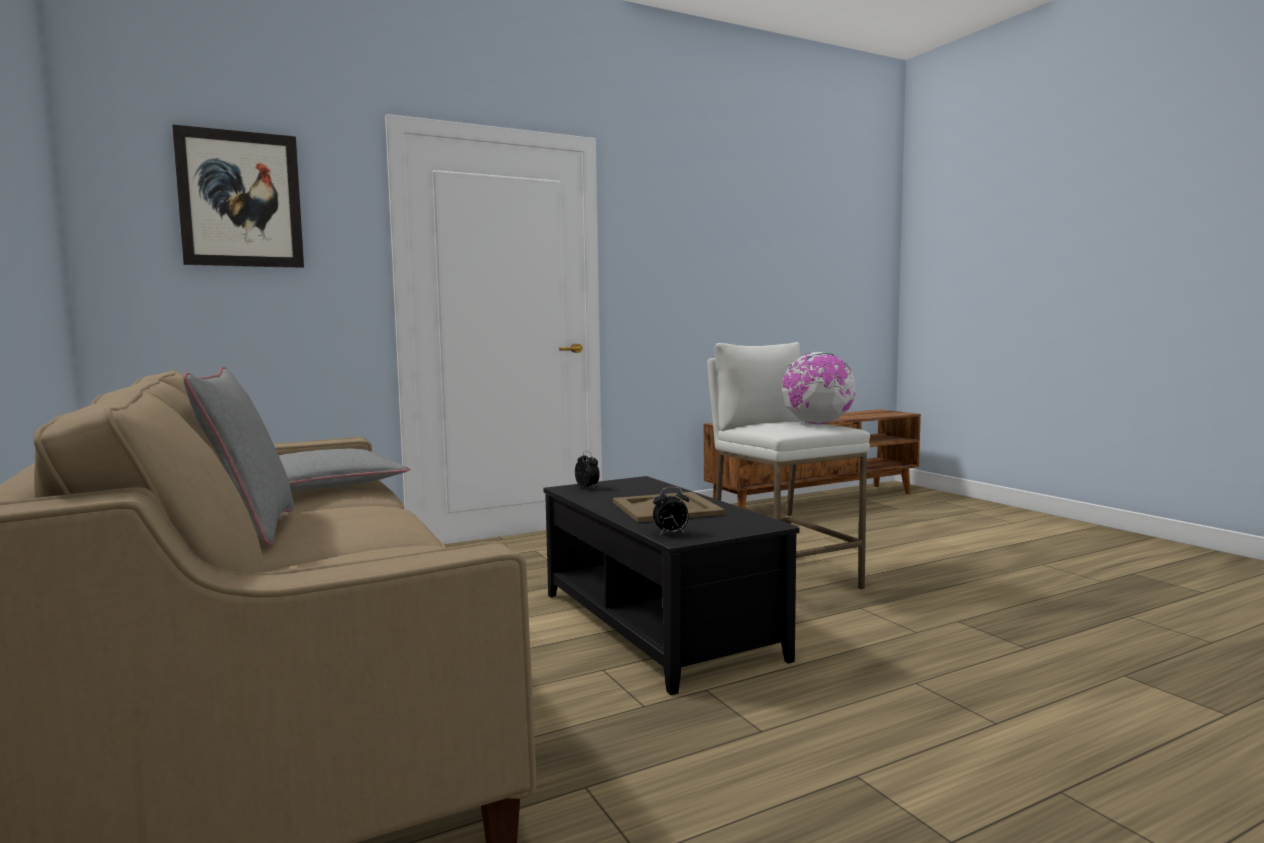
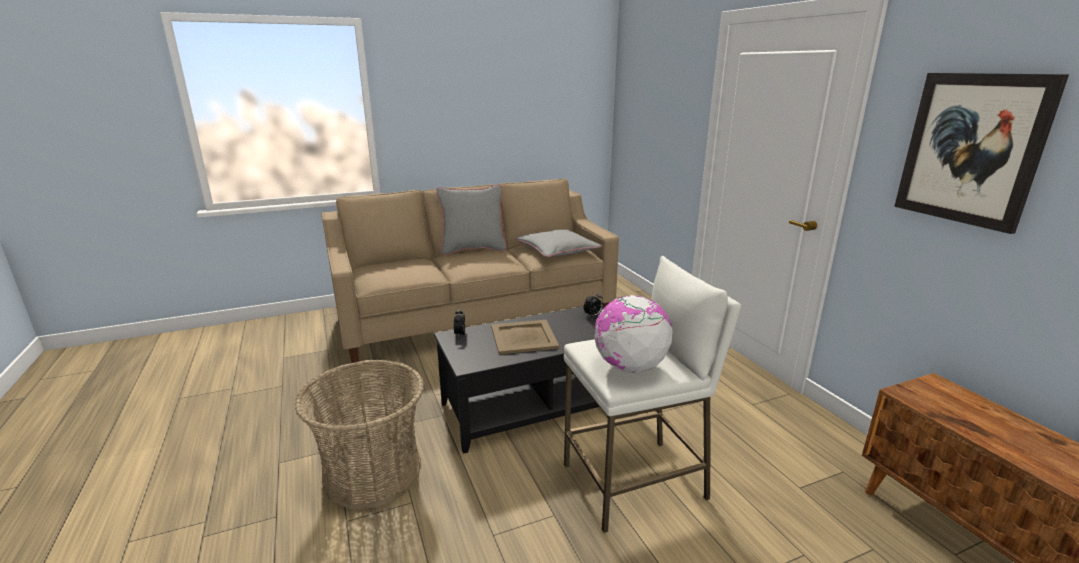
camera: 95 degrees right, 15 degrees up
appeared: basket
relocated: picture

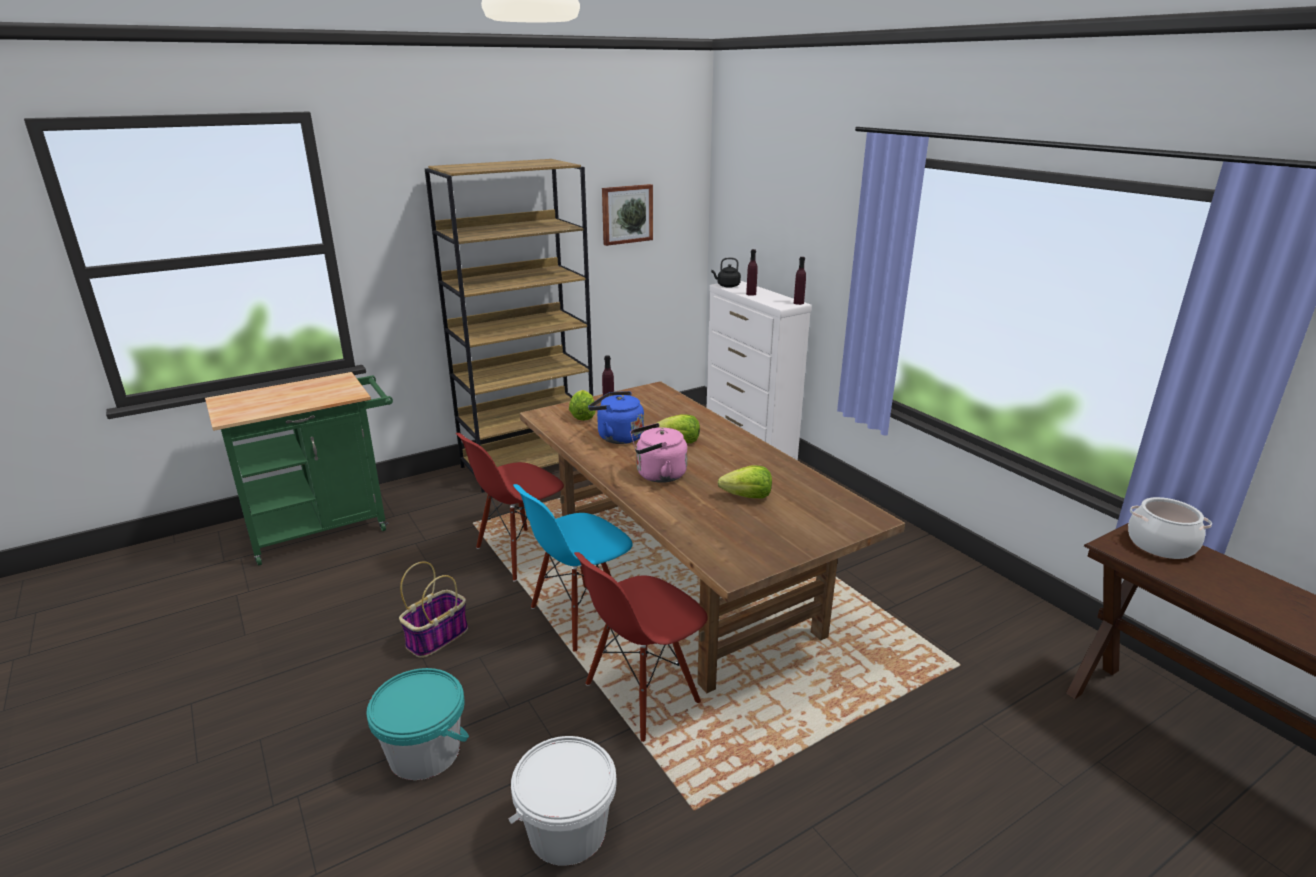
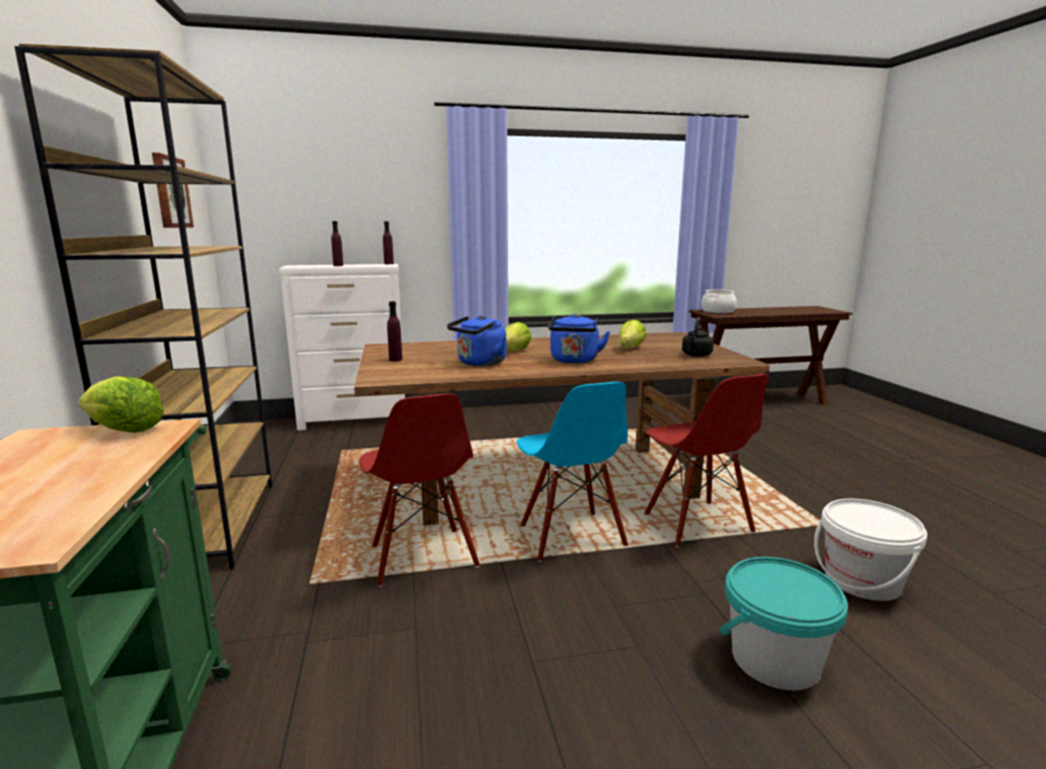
camera: 70 degrees left, 10 degrees down
missing: basket
relocated: head of lettuce (no. 1 from left); water kettle in black
colour: water kettle in pink to water kettle in blue-coloured (no. 2 from left)

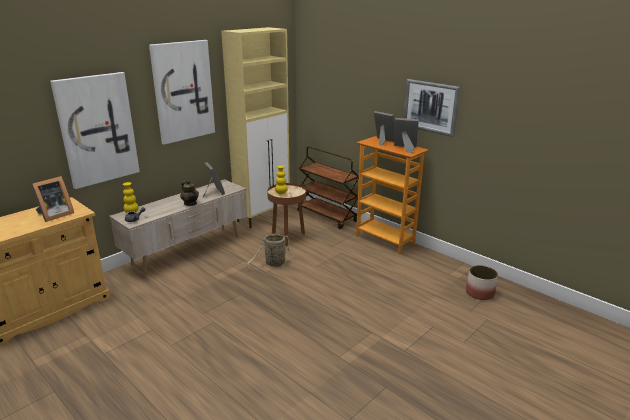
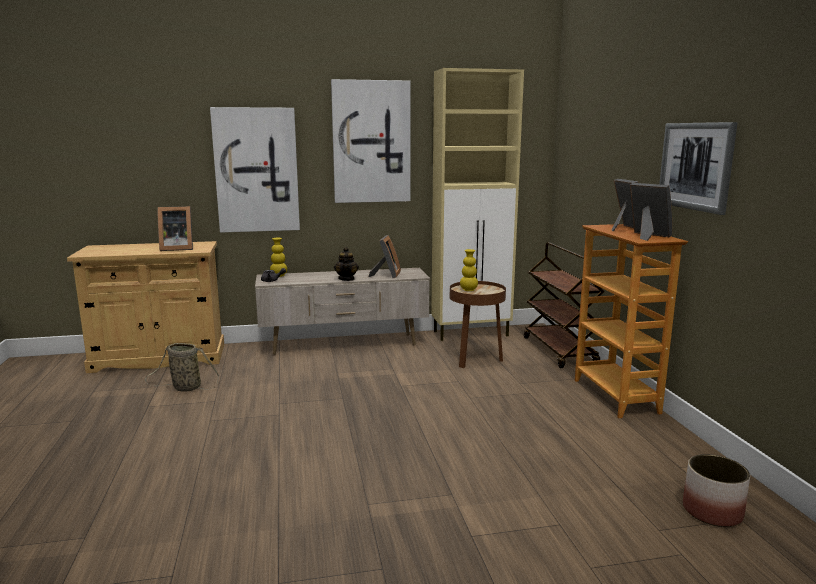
camera: 35 degrees right, 10 degrees down
relocated: basket

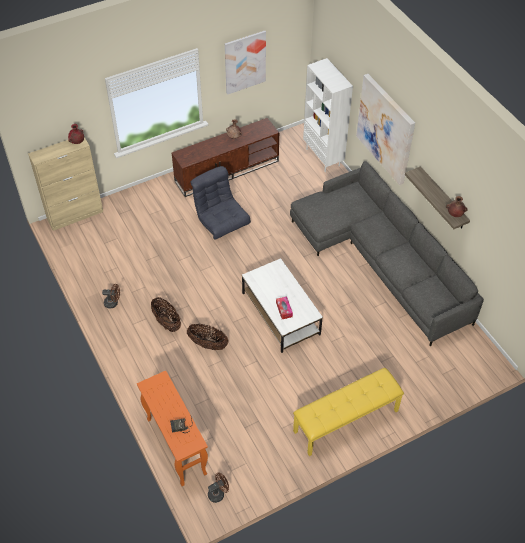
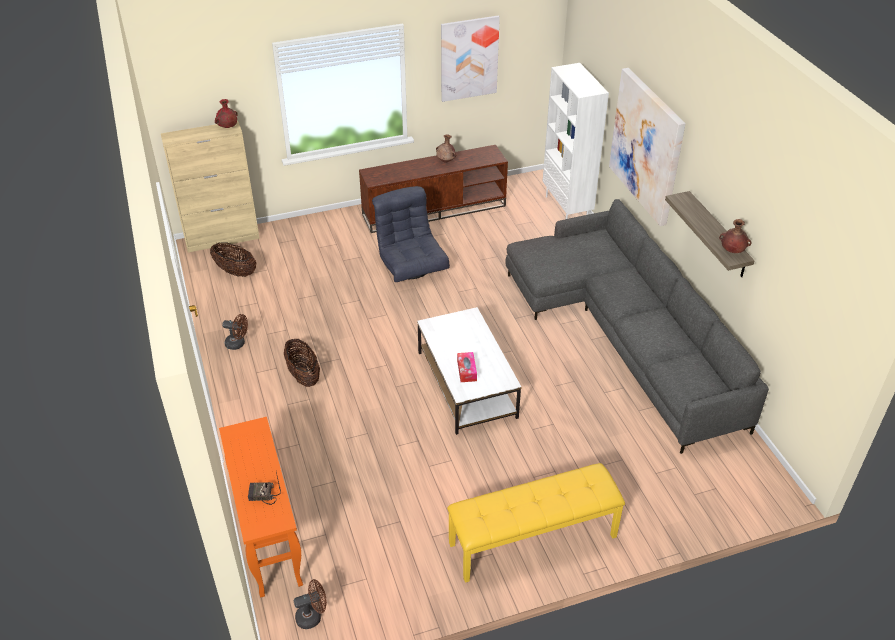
camera: 10 degrees right, 10 degrees down
relocated: basket (no. 2 from left in the first image) to basket (no. 1 from left)

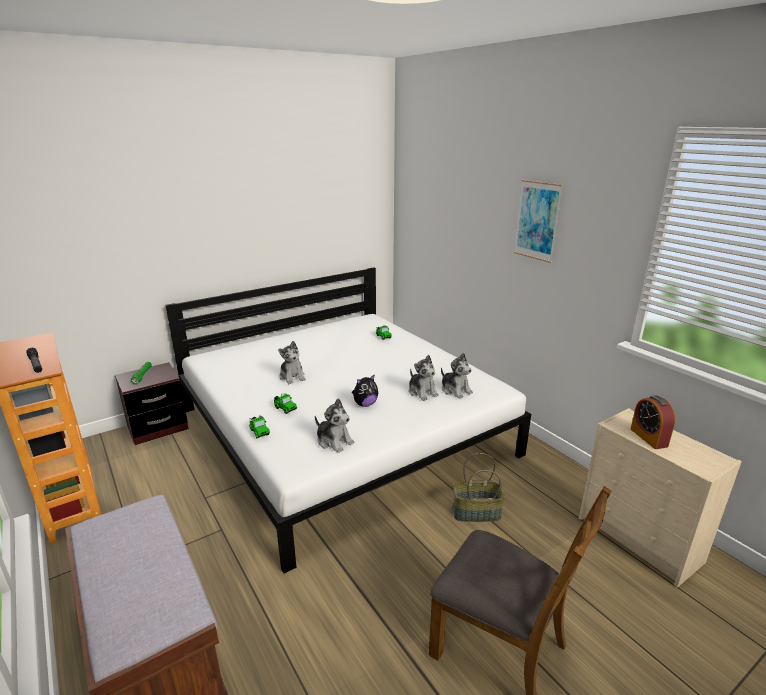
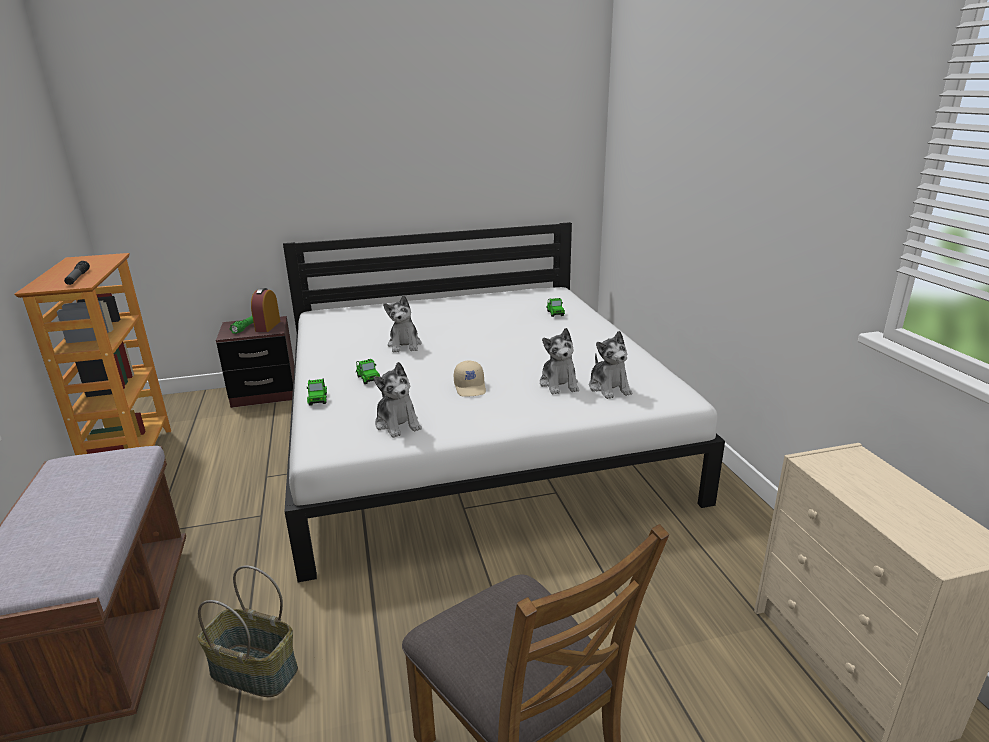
camera: 20 degrees right, 0 degrees up
missing: picture
relocated: basket; alarm clock
exchanged: plush toy (no. 3 from left) to peaked cap in sand-coloured

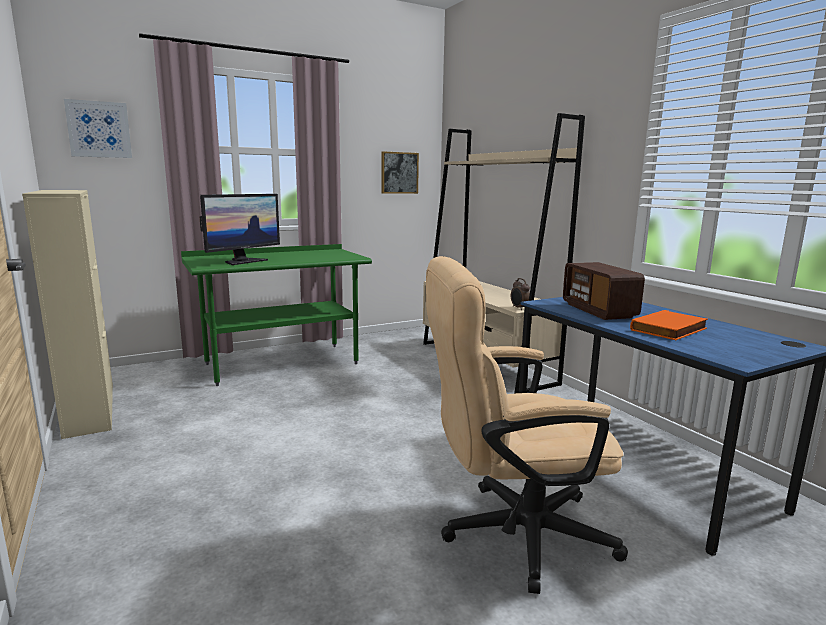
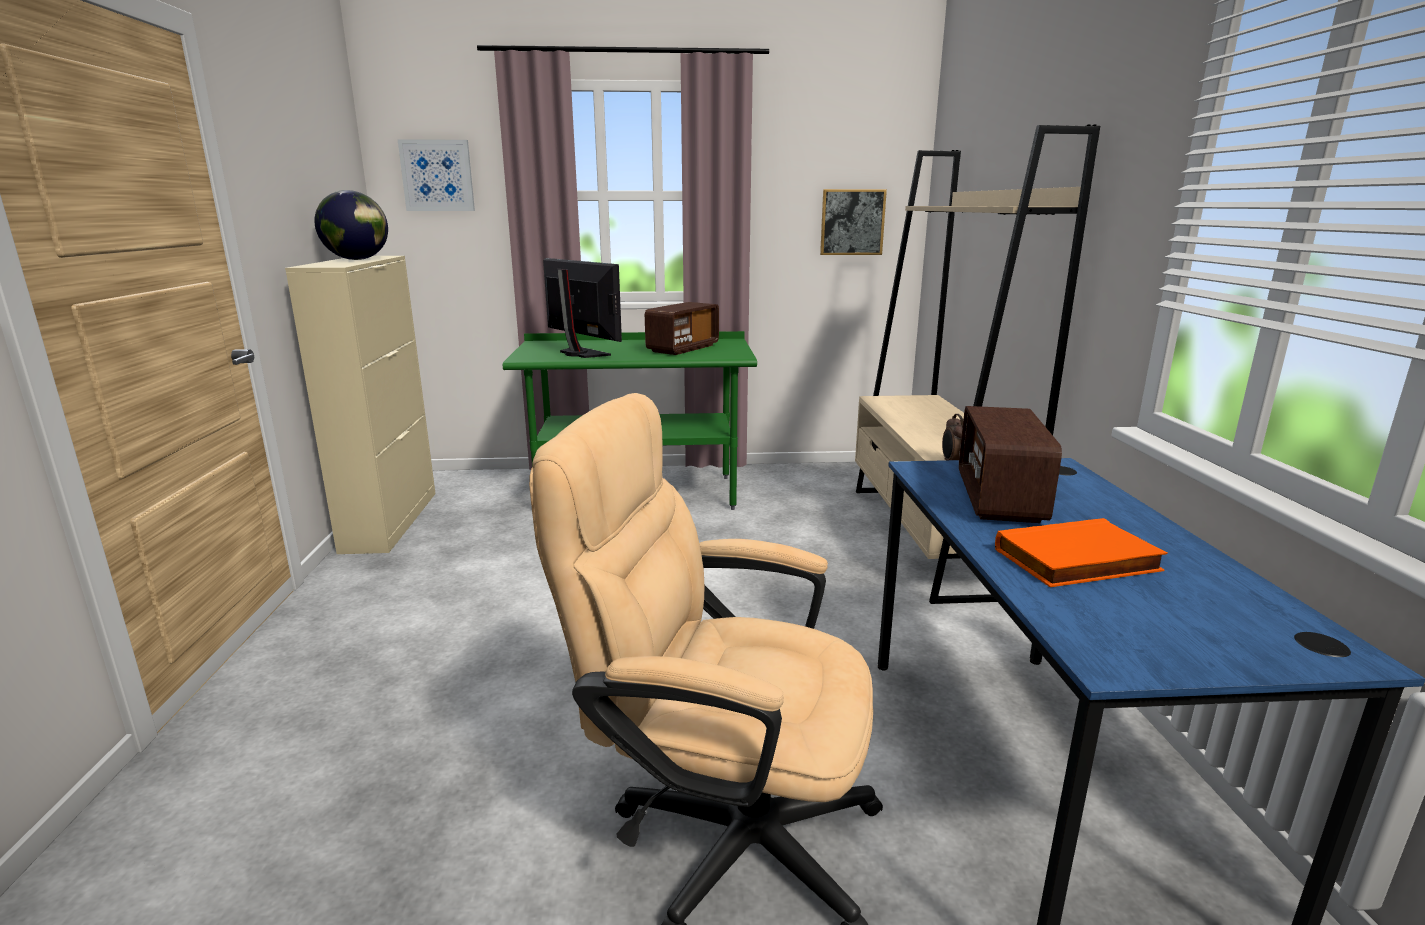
camera: 25 degrees right, 5 degrees up
appeared: globe; radio set (no. 1 from left)
spun: monitor 105 degrees counterclockwise

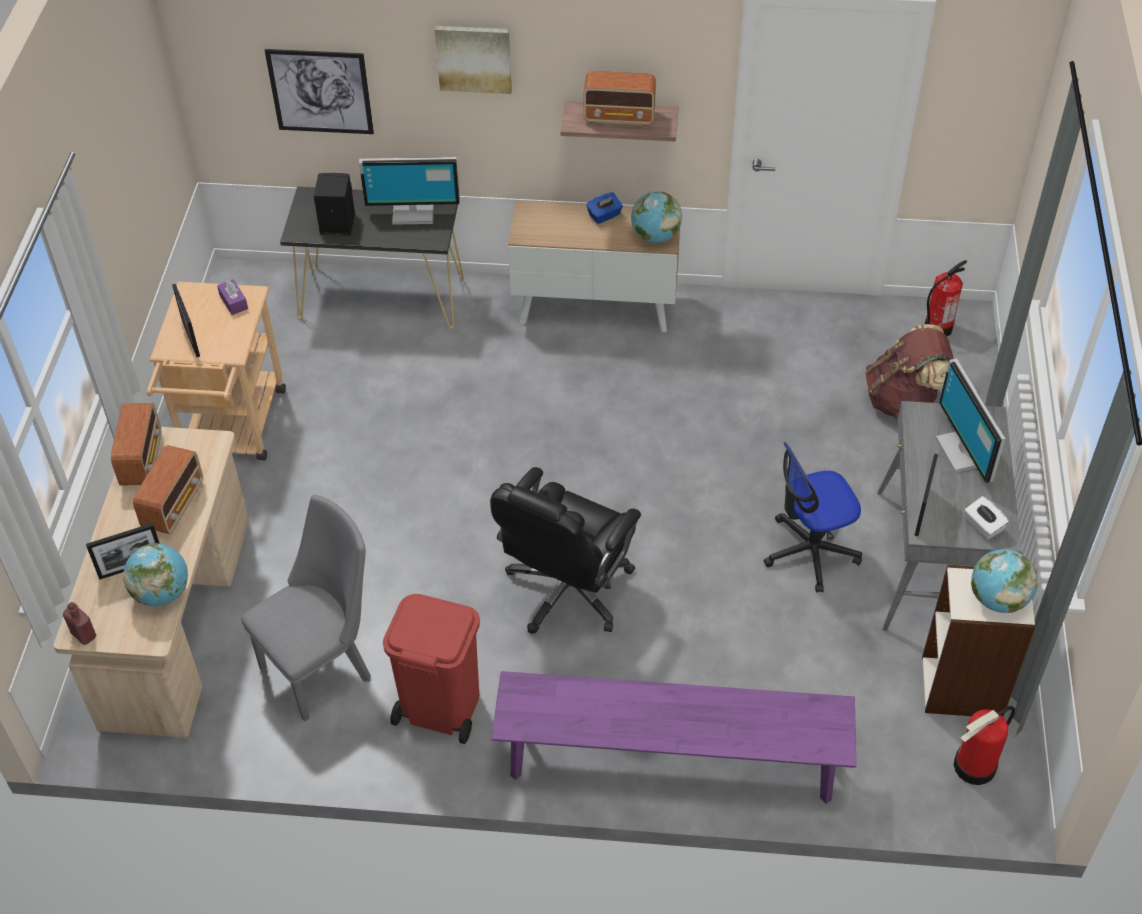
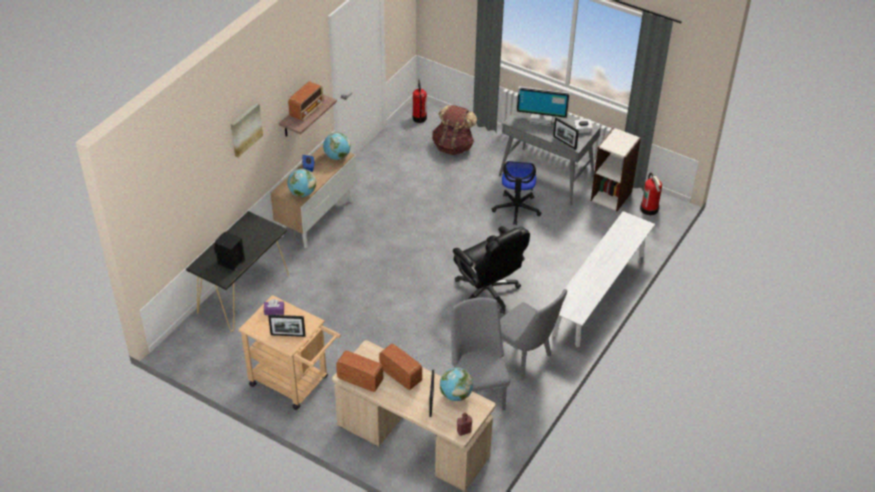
camera: 65 degrees left, 5 degrees down
missing: picture (no. 1 from left); monitor (no. 1 from left)
relocated: globe (no. 3 from left in the first image) to globe (no. 1 from left)
exchanged: trash can in red to plain chair in gray (no. 2 from left)
colour: indoor bench in purplish to indoor bench in white

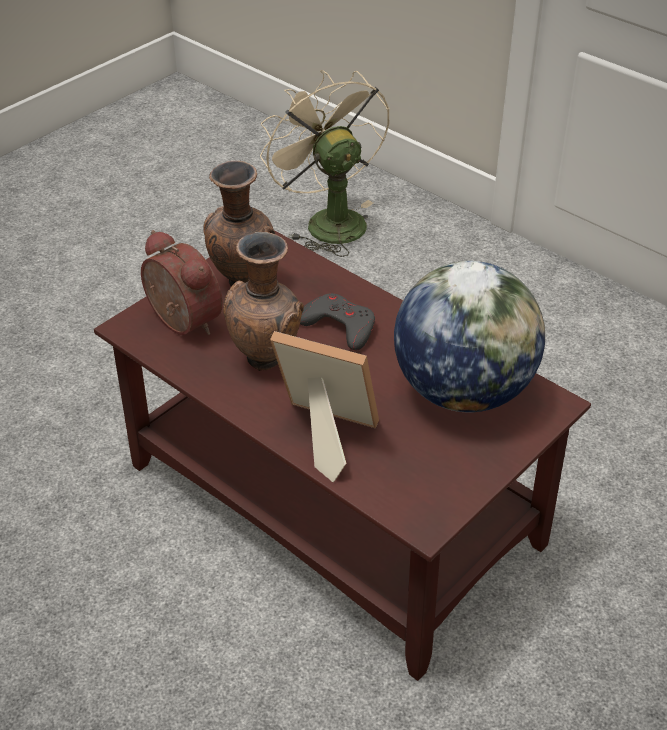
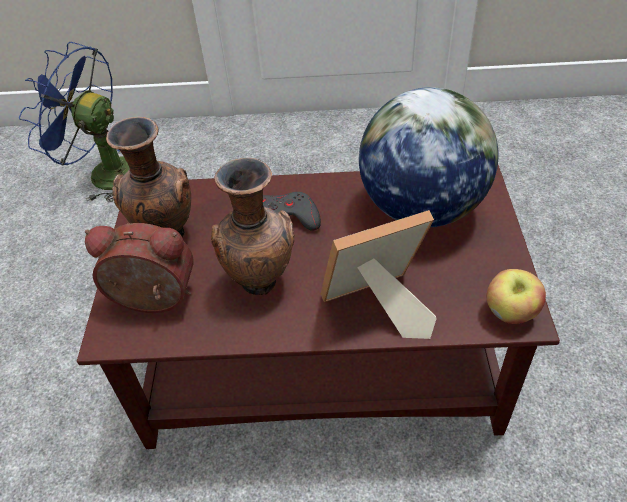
camera: 40 degrees left, 5 degrees up
appeared: apple fruit
colour: fan in sand-coloured to fan in blue-coloured

